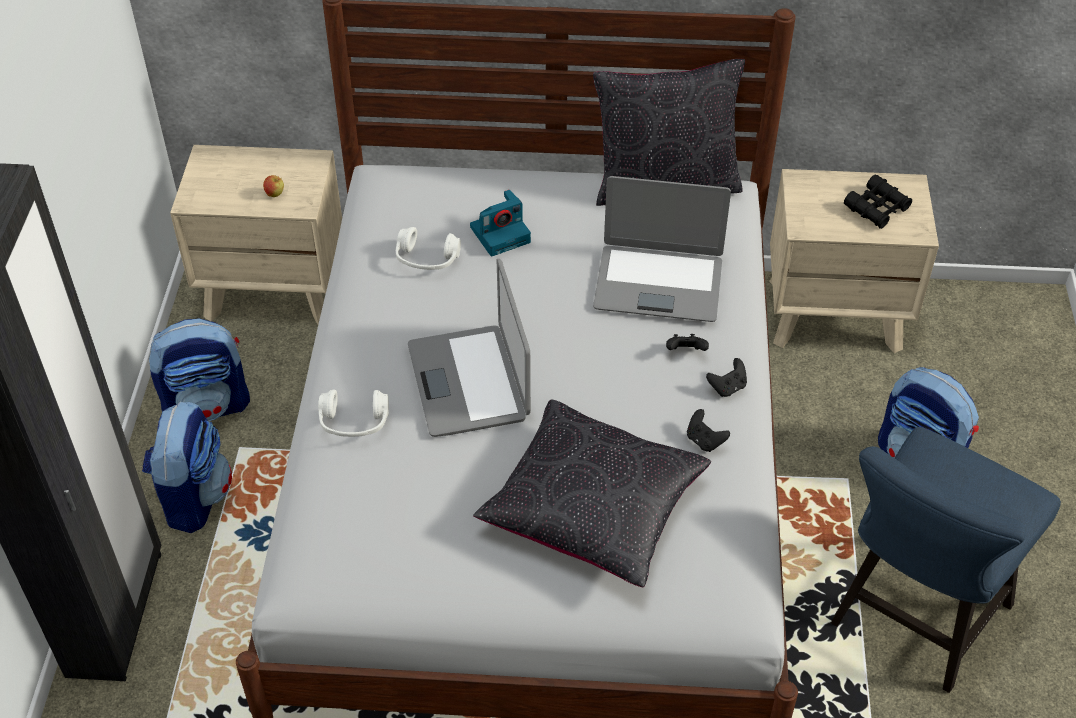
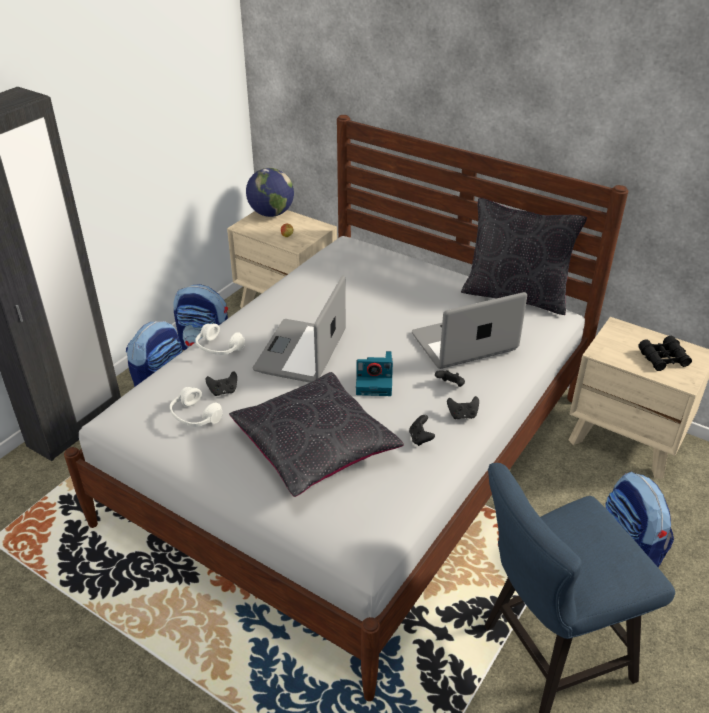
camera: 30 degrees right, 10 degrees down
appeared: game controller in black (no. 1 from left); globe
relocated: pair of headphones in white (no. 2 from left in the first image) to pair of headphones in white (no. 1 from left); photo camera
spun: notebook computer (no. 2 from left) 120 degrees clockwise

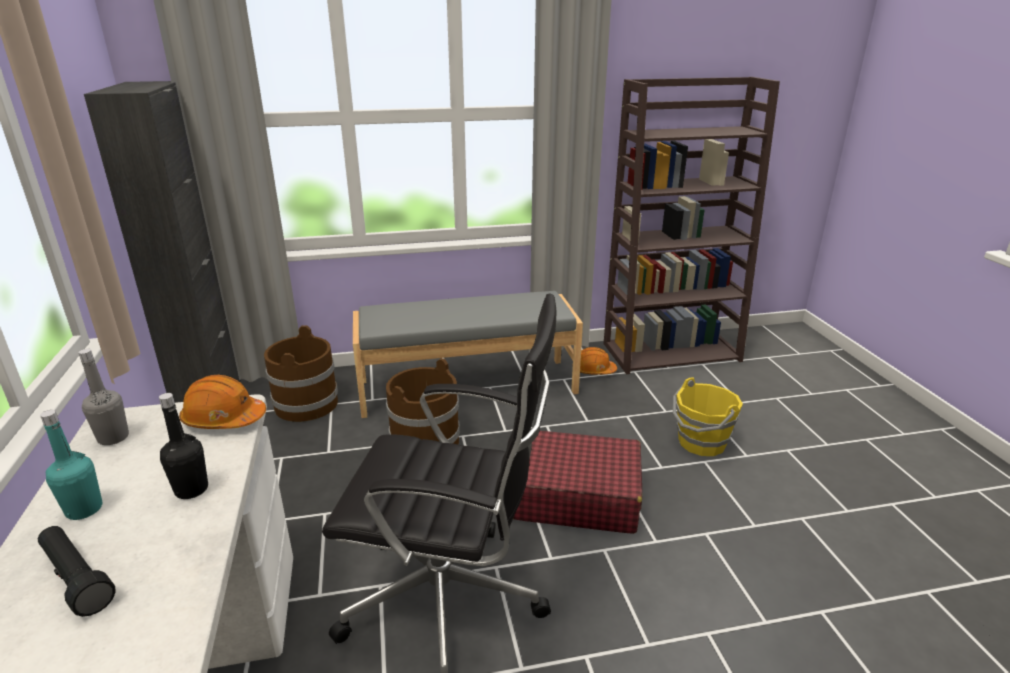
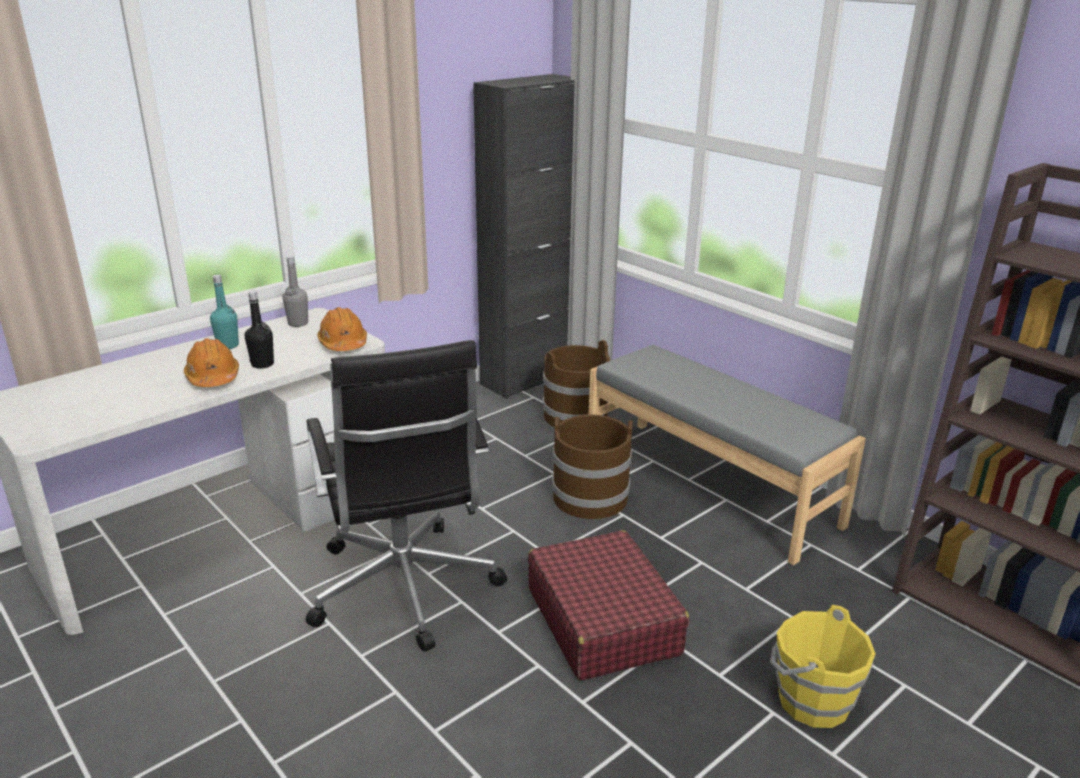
camera: 60 degrees right, 0 degrees up
missing: flashlight in black
relocated: safety helmet in orange (no. 2 from left in the first image) to safety helmet in orange (no. 1 from left)

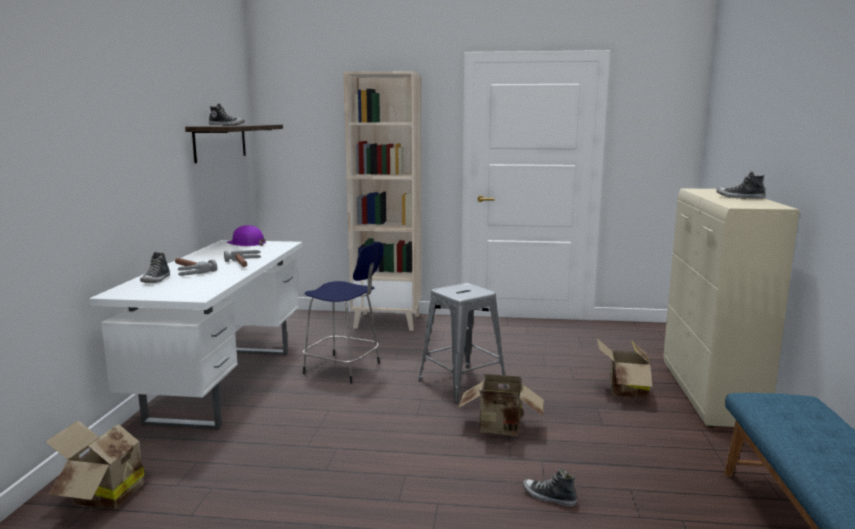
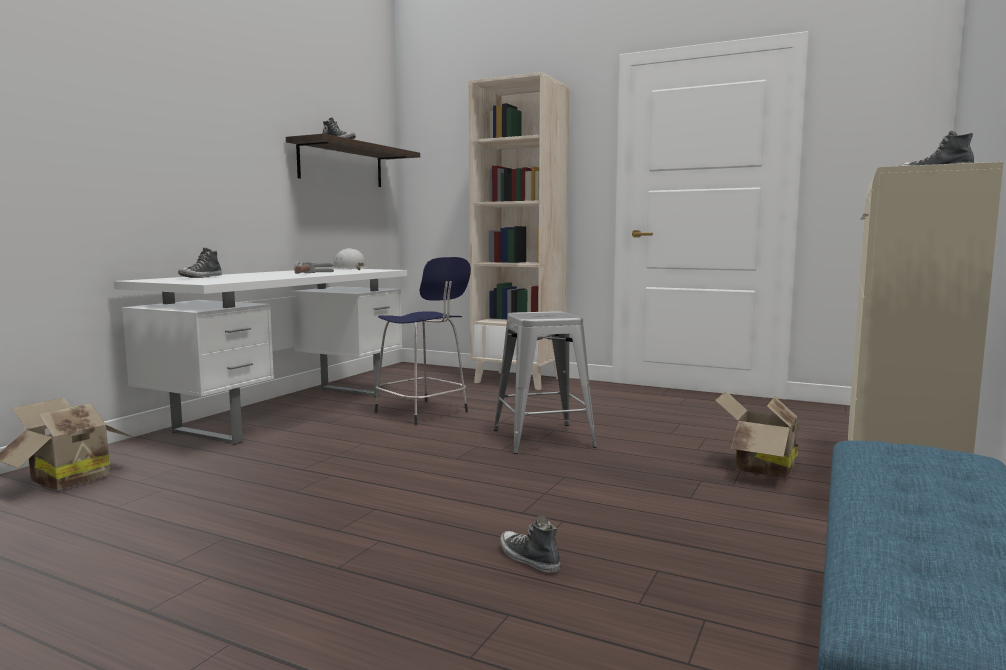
camera: 20 degrees right, 5 degrees down
missing: hand hammer (no. 1 from left); packing box (no. 2 from left)
colour: safety helmet in purplish to safety helmet in white

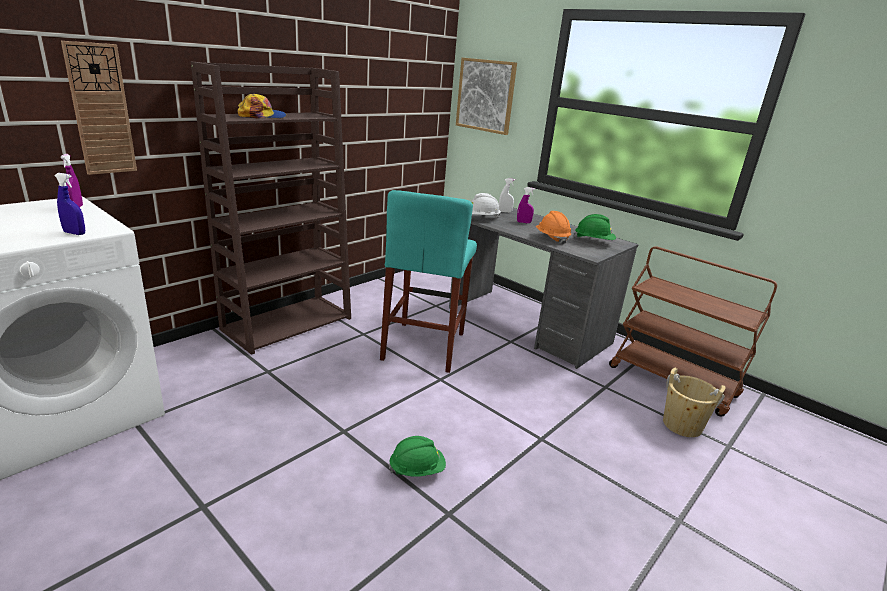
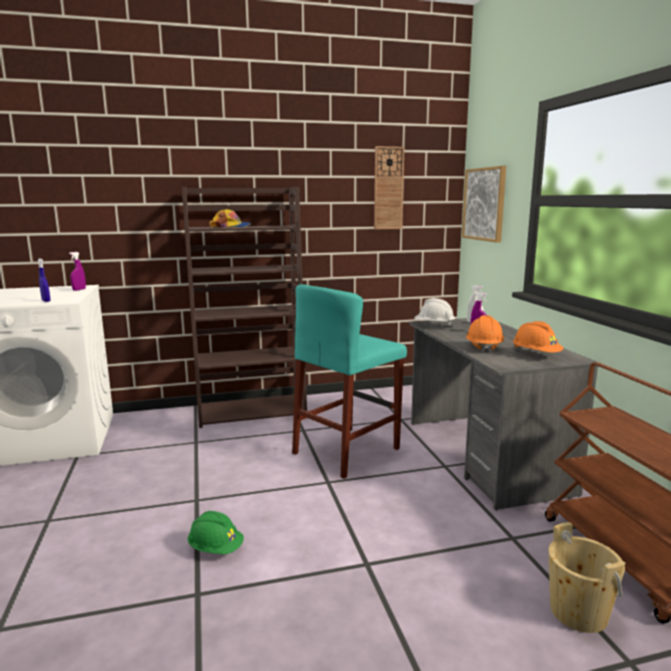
camera: 35 degrees right, 10 degrees down
relocated: clock on the wall
colour: safety helmet in green-coloured (no. 2 from left) to safety helmet in orange (no. 2 from left)

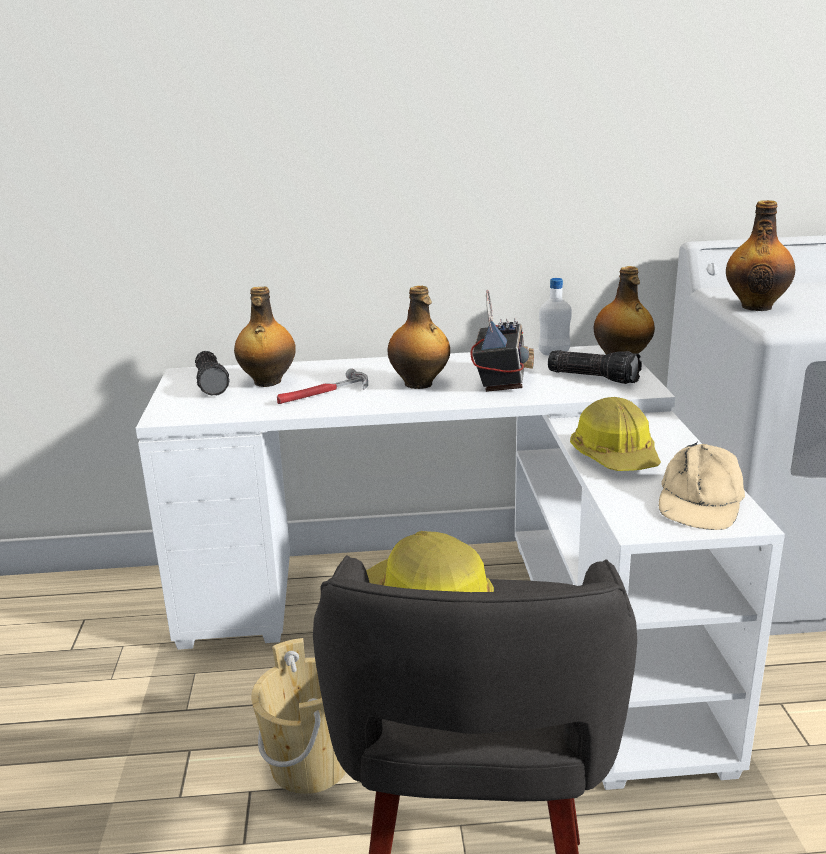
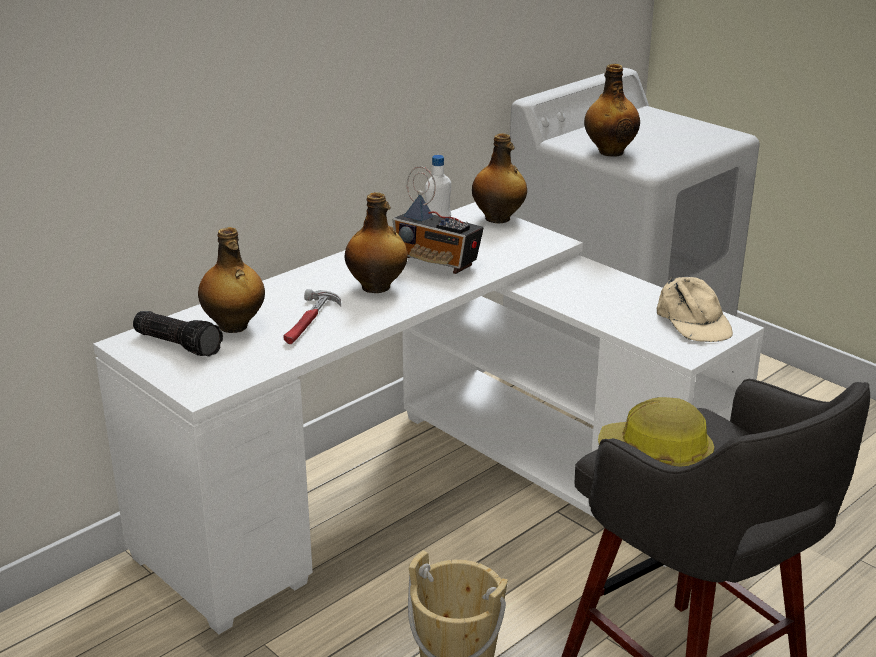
camera: 40 degrees left, 5 degrees up
missing: flashlight (no. 2 from left); safety helmet (no. 2 from left)
spun: radio set 150 degrees clockwise

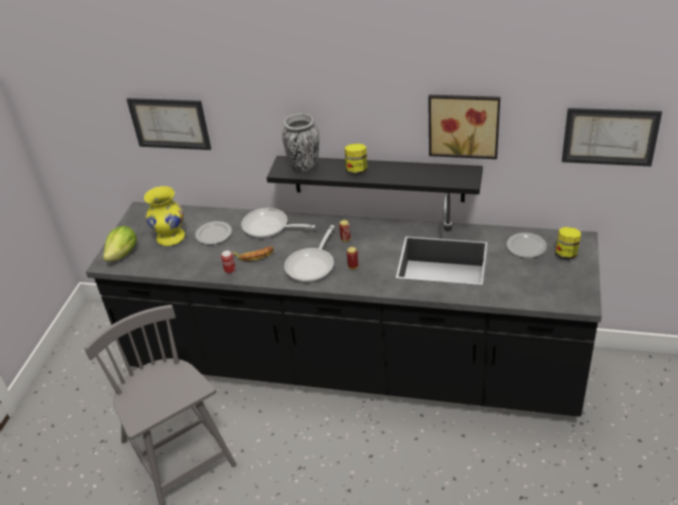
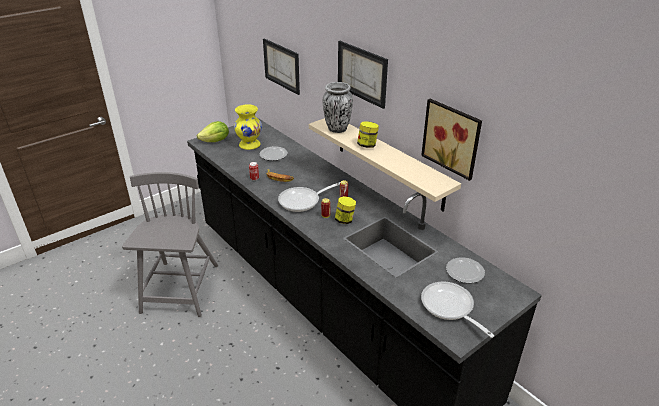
camera: 35 degrees right, 5 degrees down
relocated: storage jar (no. 2 from left in the first image) to storage jar (no. 1 from left); picture (no. 3 from left in the first image) to picture (no. 2 from left); skillet (no. 1 from left in the first image) to skillet (no. 2 from left)
colour: bracket shelf in black to bracket shelf in sand-coloured

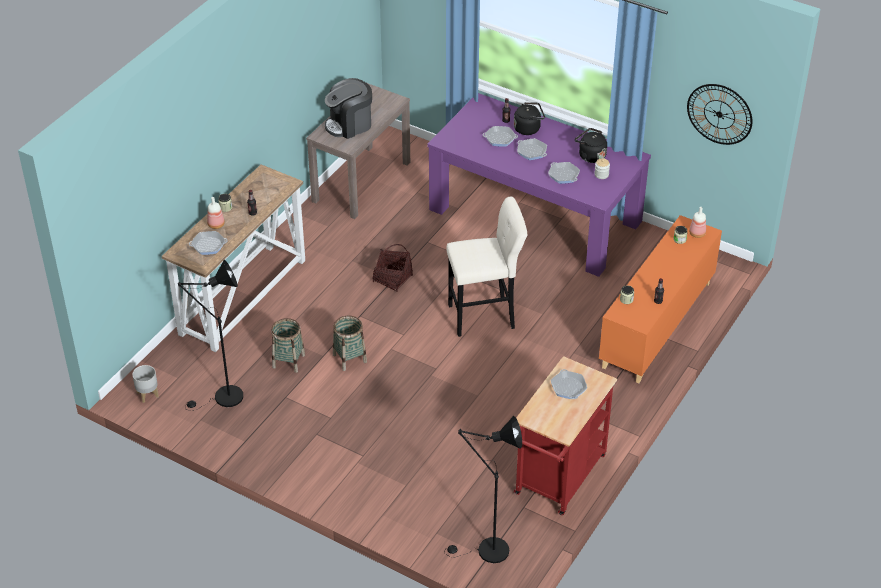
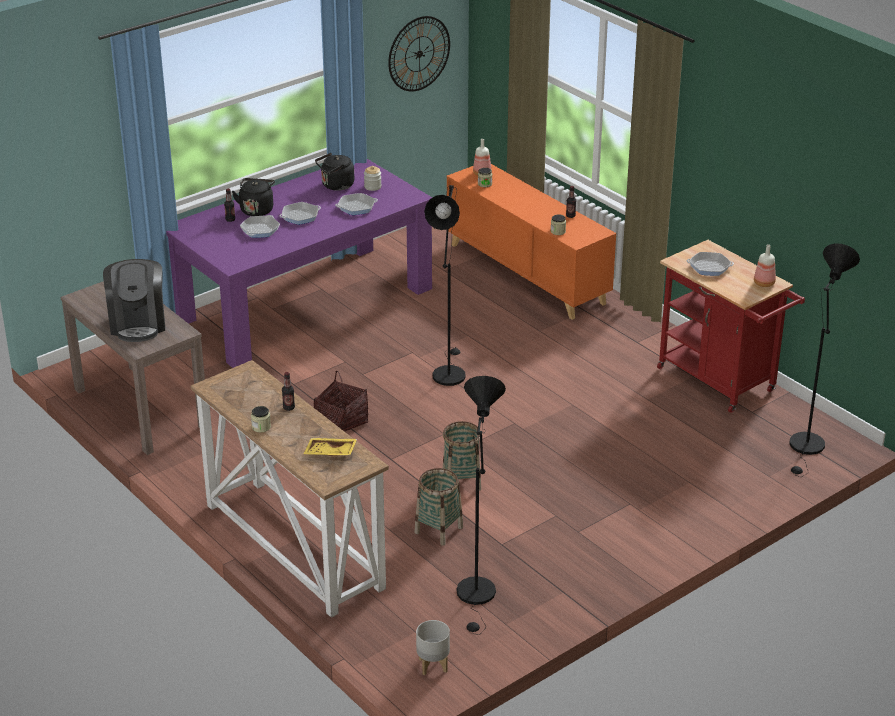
camera: 70 degrees left, 10 degrees down
relocated: drink bottle (no. 1 from left in the first image) to drink bottle (no. 5 from left)
exchanged: skillet (no. 1 from left) to tray in yellowish; sitting stool in sand-coloured to standard lamp in black (no. 1 from left)

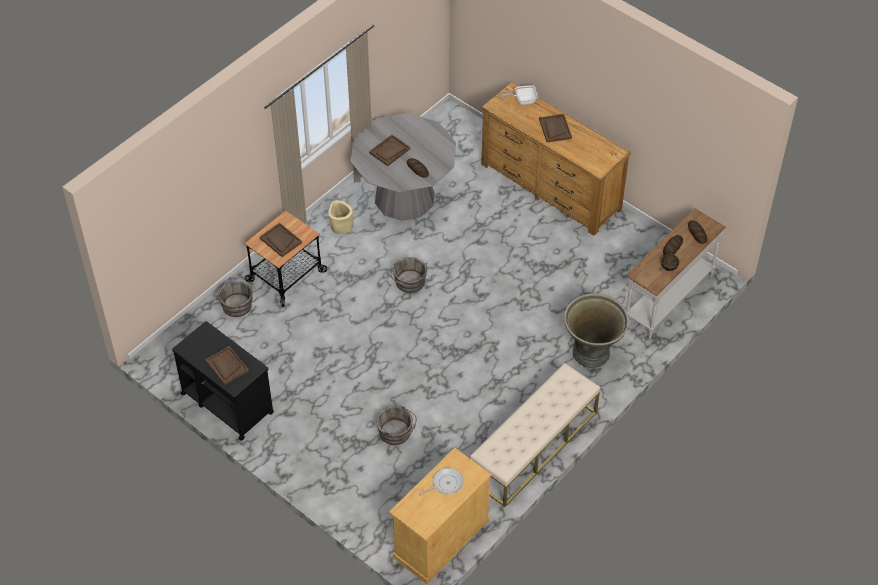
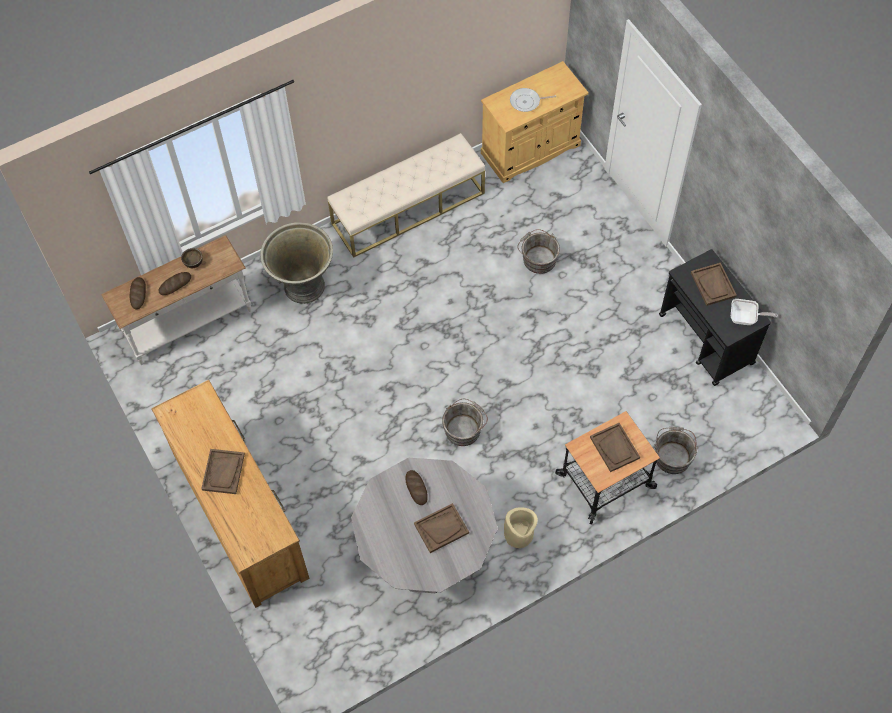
camera: 160 degrees left, 10 degrees up
relocated: skillet (no. 2 from left)

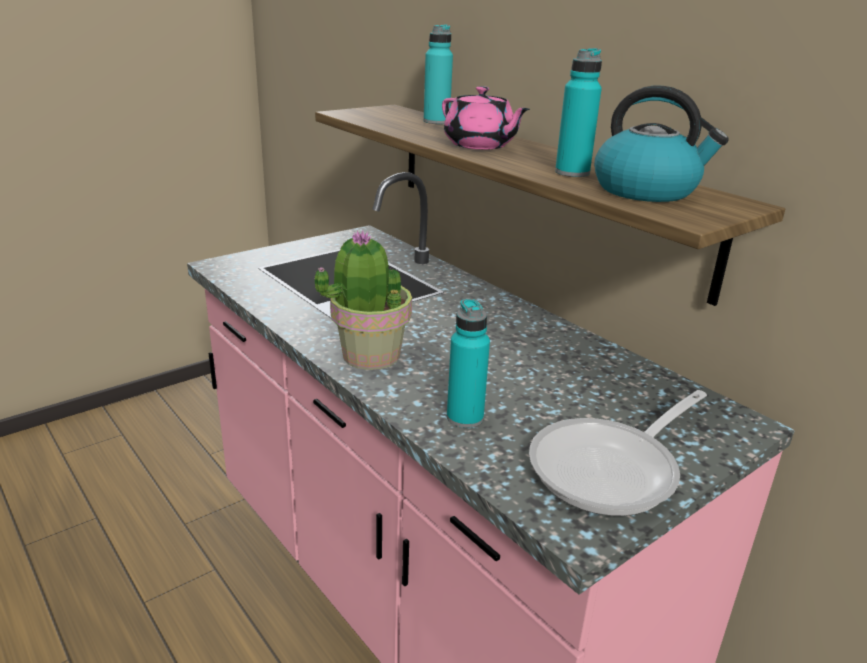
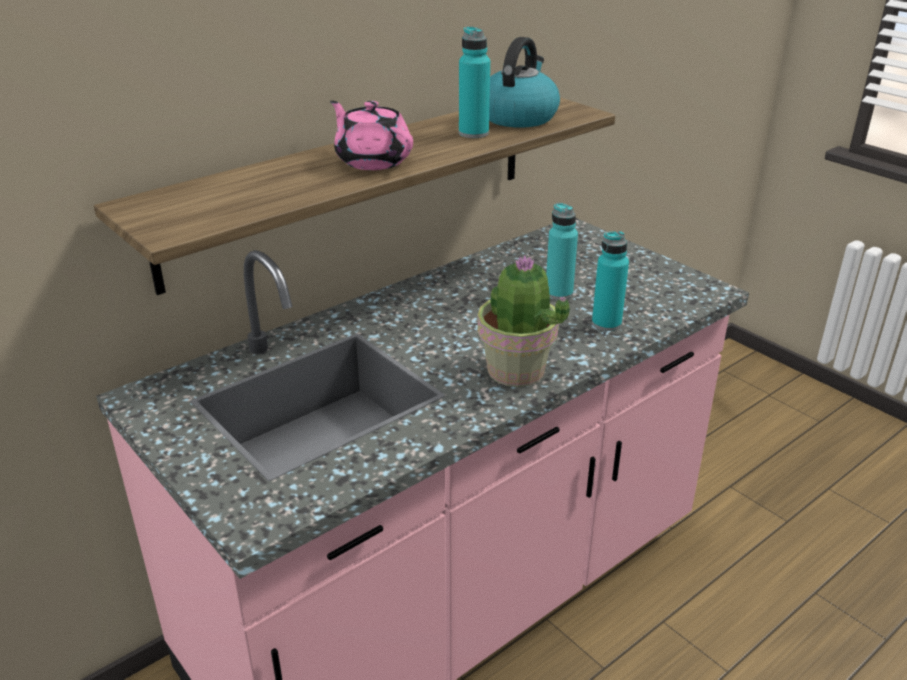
camera: 90 degrees left, 5 degrees up
missing: skillet
relocated: drink bottle in turquoise (no. 1 from left in the first image) to drink bottle in turquoise (no. 2 from left)
spun: tea pot in pink 90 degrees counterclockwise

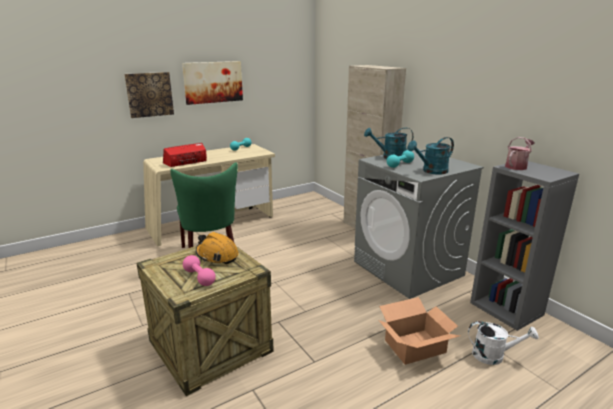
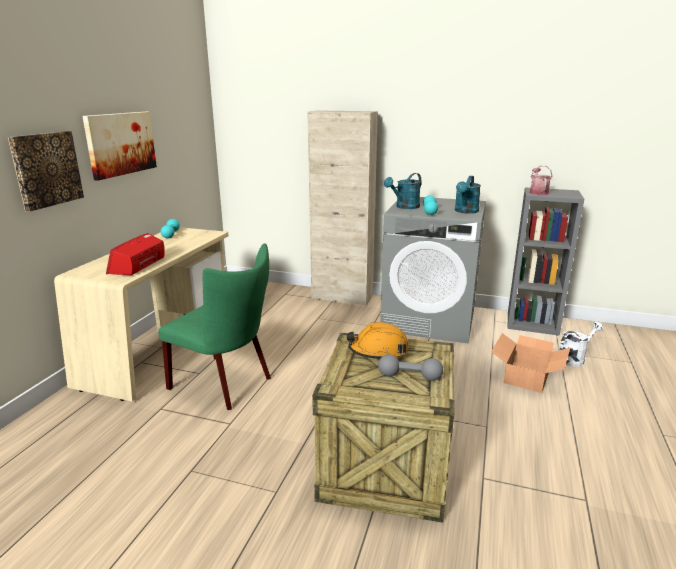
camera: 40 degrees left, 0 degrees up
colour: dumbbell in pink to dumbbell in gray

